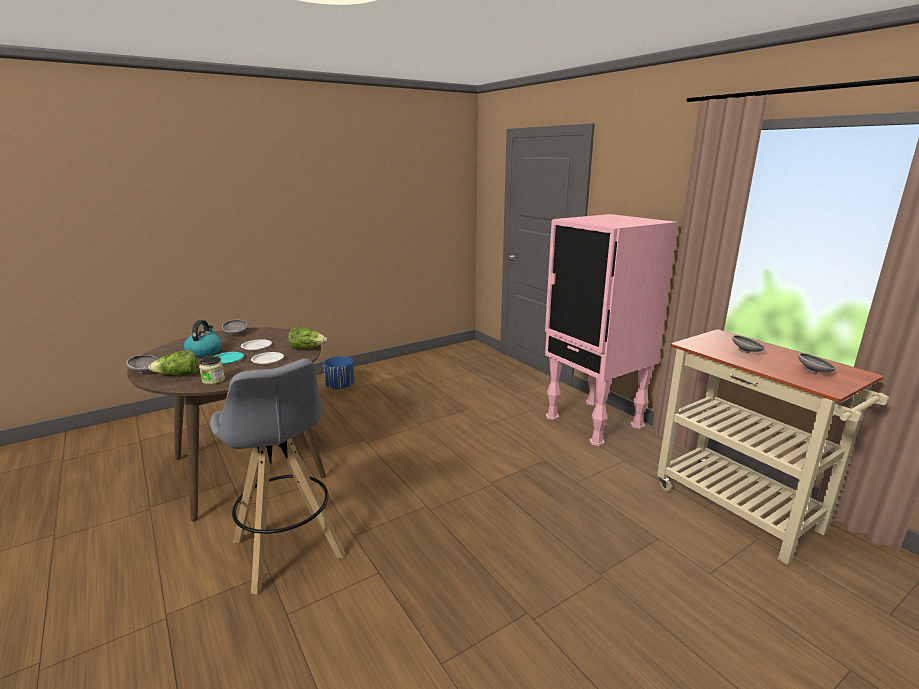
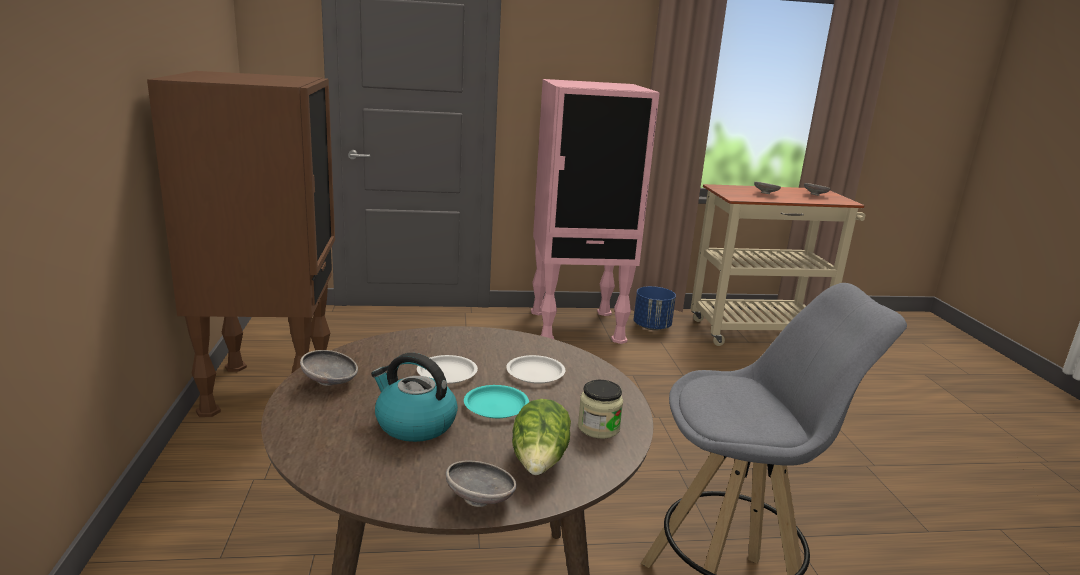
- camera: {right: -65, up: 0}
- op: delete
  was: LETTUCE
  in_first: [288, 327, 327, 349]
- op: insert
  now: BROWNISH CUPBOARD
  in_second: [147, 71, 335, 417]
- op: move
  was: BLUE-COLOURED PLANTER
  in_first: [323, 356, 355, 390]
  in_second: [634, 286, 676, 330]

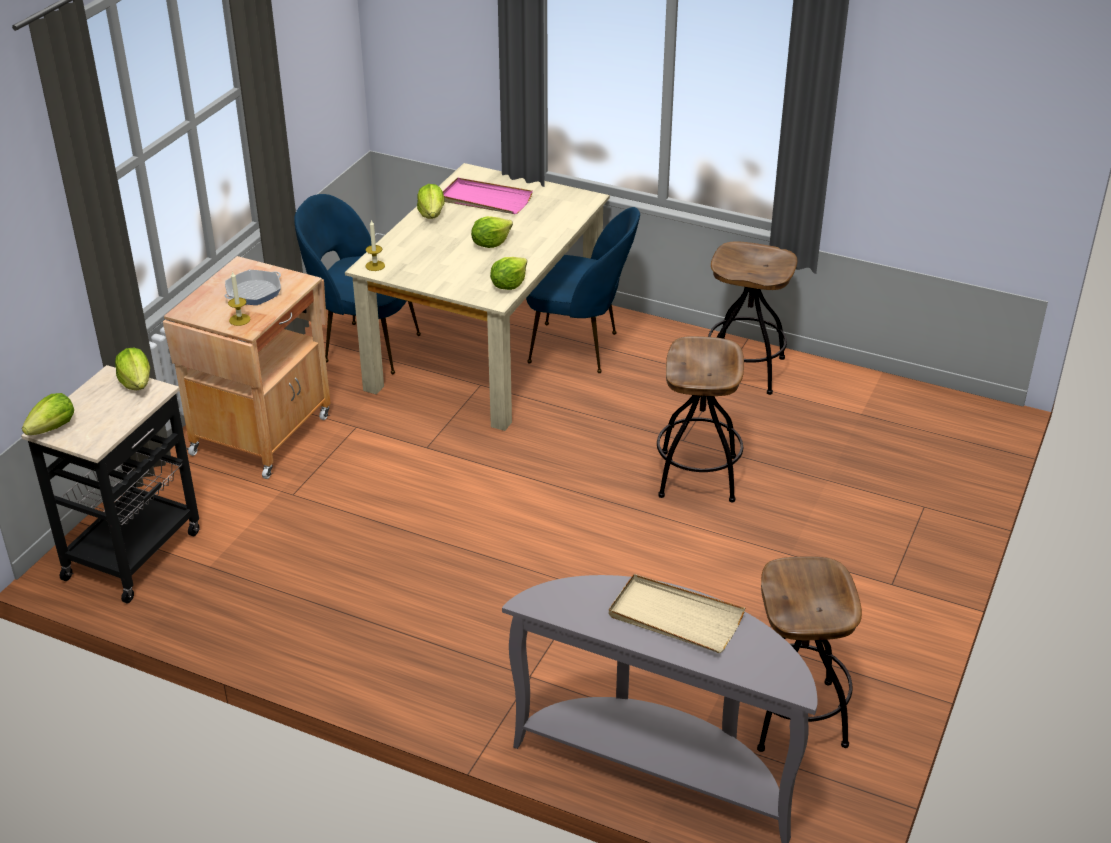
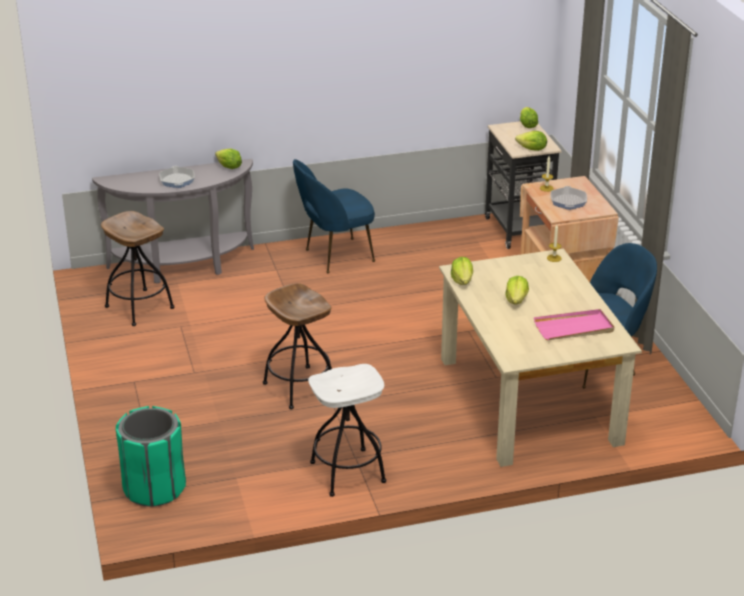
- camera: {right: 140, up: -5}
- op: insert
  now: GREEN RUBBISH BIN
  in_second: [115, 406, 186, 507]
- op: move
  was: LETTUCE
  in_first: [417, 184, 445, 219]
  in_second: [215, 149, 242, 169]
- op: move
  was: BLUE-COLOURED UPRIGHT CHAIR
  in_first: [526, 207, 640, 373]
  in_second: [293, 159, 375, 273]
- op: replace
  was: BEIGE SERVING TRAY
  now: PAN
  in_first: [609, 574, 745, 653]
  in_second: [159, 166, 195, 188]
- op: recolor
  was: BROWNISH STOOL SEAT
  now: WHITE STOOL SEAT
  in_first: [708, 242, 797, 395]
  in_second: [308, 364, 386, 497]

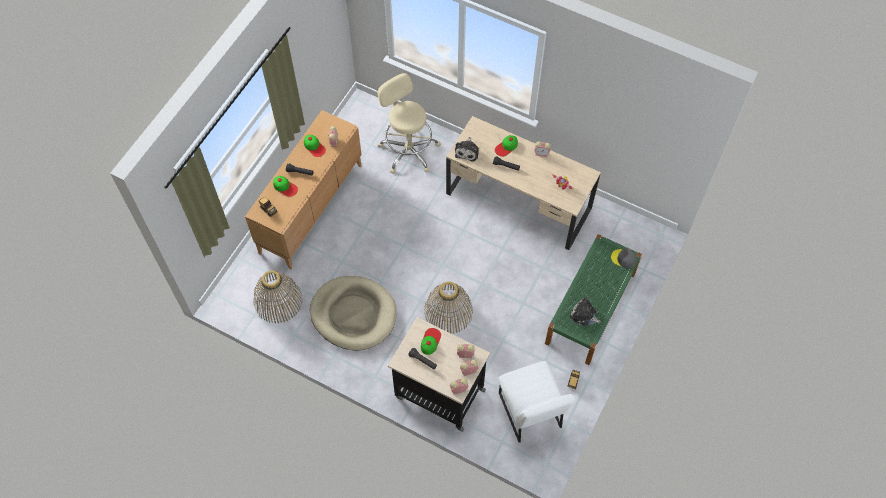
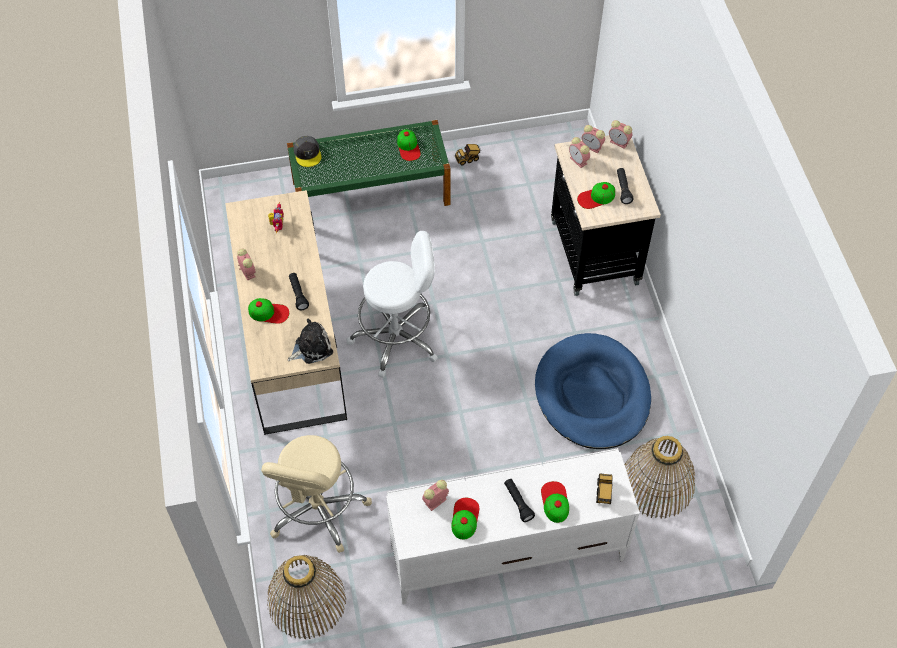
- camera: {right: -130, up: -5}
- op: delete
  was: WHITE UPRIGHT CHAIR
  in_first: [498, 361, 576, 442]
- op: insert
  now: WHITE STOOL SEAT
  in_second: [346, 231, 438, 378]
- op: move
  was: HOUSEHOLD BASKET
  in_first: [424, 282, 473, 334]
  in_second: [267, 555, 346, 639]
- op: replace
  was: PLUSH TOY
  now: PEAKED CAP
  in_first: [570, 296, 602, 326]
  in_second: [397, 129, 421, 161]
- op: recolor
  was: BROWNISH CHEST OF DRAWERS
  now: WHITE CHEST OF DRAWERS
  in_first: [245, 110, 362, 270]
  in_second: [386, 448, 640, 605]
- op: recolor
  was: BEIGE DOG CUSHION
  now: BLUE-COLOURED DOG CUSHION
  in_first: [310, 276, 397, 350]
  in_second: [535, 333, 651, 449]

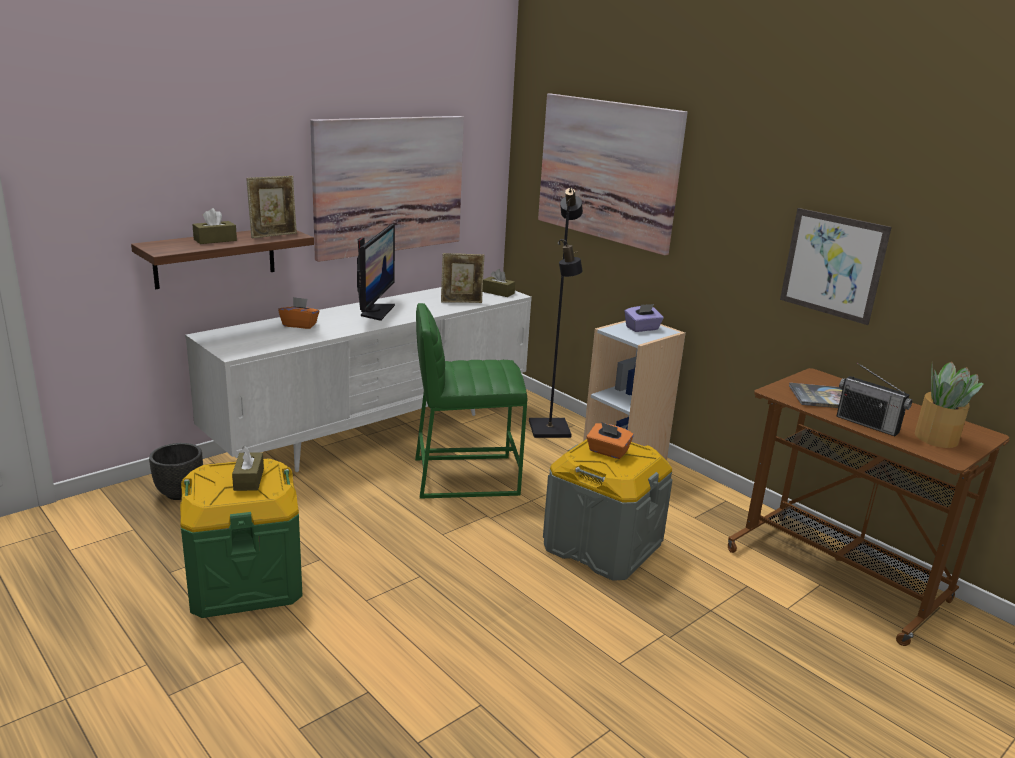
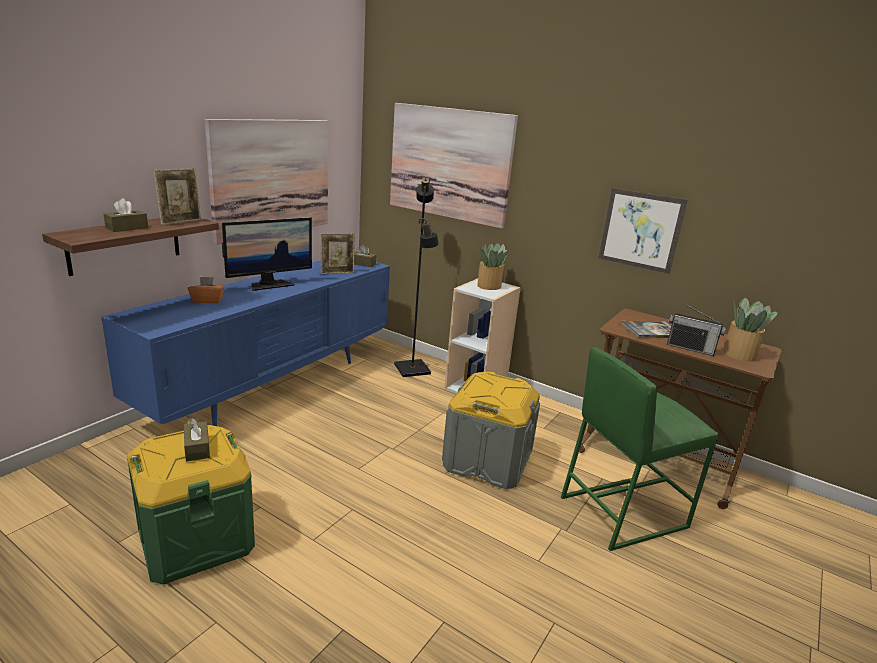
- camera: {right: -15, up: 0}
- op: delete
  was: BLACK PLANTER
  in_first: [149, 443, 203, 500]
- op: delete
  was: ORANGEY TISSUE BOX
  in_first: [587, 423, 634, 459]
- op: move
  was: GREEN STOOL SEAT
  in_first: [415, 303, 527, 498]
  in_second: [561, 347, 718, 551]
- op: replace
  was: PURPLE-COLOURED TISSUE BOX
  now: POTTED PLANT
  in_first: [625, 304, 664, 332]
  in_second: [477, 243, 508, 290]
- op: recolor
  was: WHITE CUPBOARD
  now: BLUE-COLOURED CUPBOARD
  in_first: [185, 287, 532, 472]
  in_second: [101, 260, 390, 426]
- op: rotate
  was: COMPUTER SCREEN
  in_first: [357, 224, 395, 321]
  in_second: [222, 217, 312, 291]
  clockwise: 60

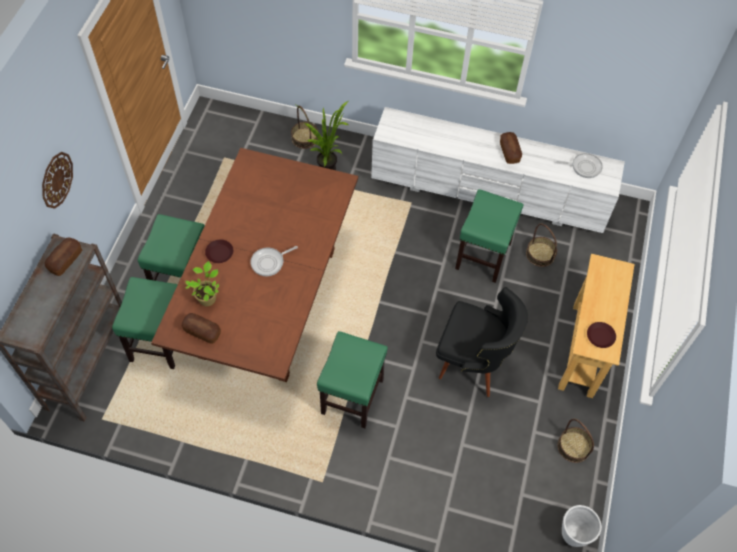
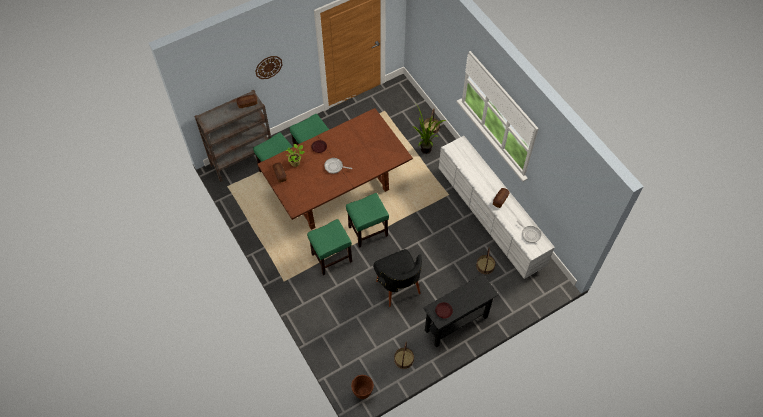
- camera: {right: 45, up: 0}
- op: move
  was: GREEN STOOL SEAT
  in_first: [455, 189, 524, 283]
  in_second: [346, 193, 389, 248]
- op: recolor
  was: BEIGE NARROW TABLE
  now: BLACK NARROW TABLE
  in_first: [558, 253, 635, 398]
  in_second: [423, 274, 498, 347]
- op: recolor
  was: WHITE PLANTER
  now: BROWNISH PLANTER
  in_first: [562, 505, 602, 547]
  in_second: [351, 375, 374, 399]

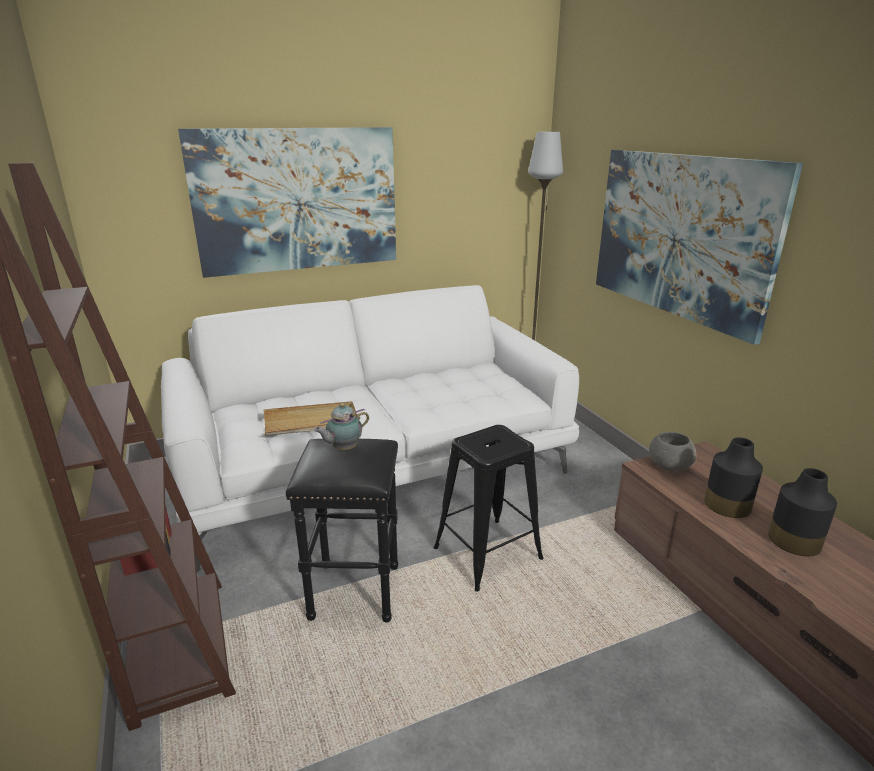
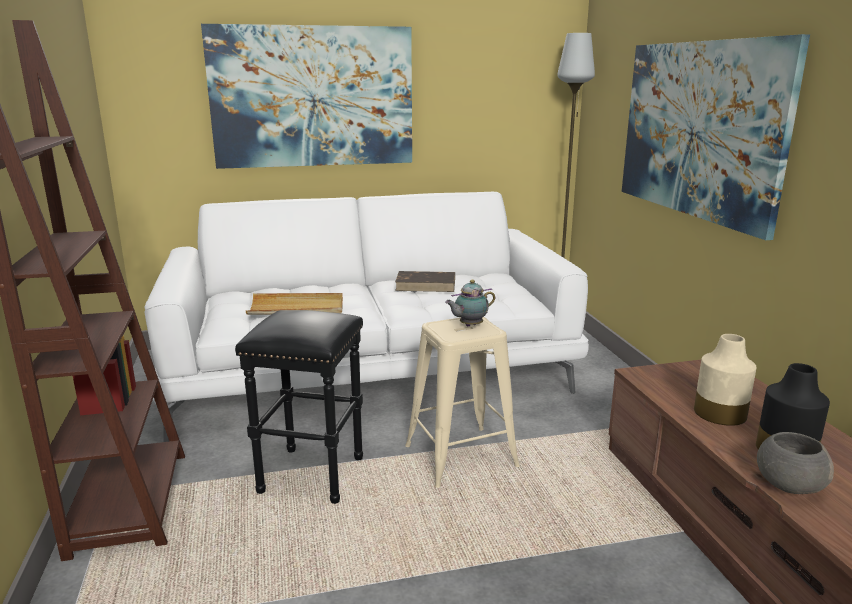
- camera: {right: 10, up: -5}
- op: insert
  now: BROWNISH BOOK
  in_second: [395, 271, 455, 292]
- op: move
  was: POT FOR TEA
  in_first: [314, 403, 369, 450]
  in_second: [445, 280, 495, 326]
- op: move
  was: GREYISH BOWL
  in_first: [649, 432, 697, 471]
  in_second: [757, 432, 834, 494]
- op: recolor
  was: BLACK STOOL SEAT
  now: BEIGE STOOL SEAT
  in_first: [434, 425, 544, 592]
  in_second: [405, 317, 520, 488]
- op: recolor
  was: BLACK FLOWER VASE
  now: BEIGE FLOWER VASE
  in_first: [704, 437, 763, 518]
  in_second: [694, 334, 757, 426]

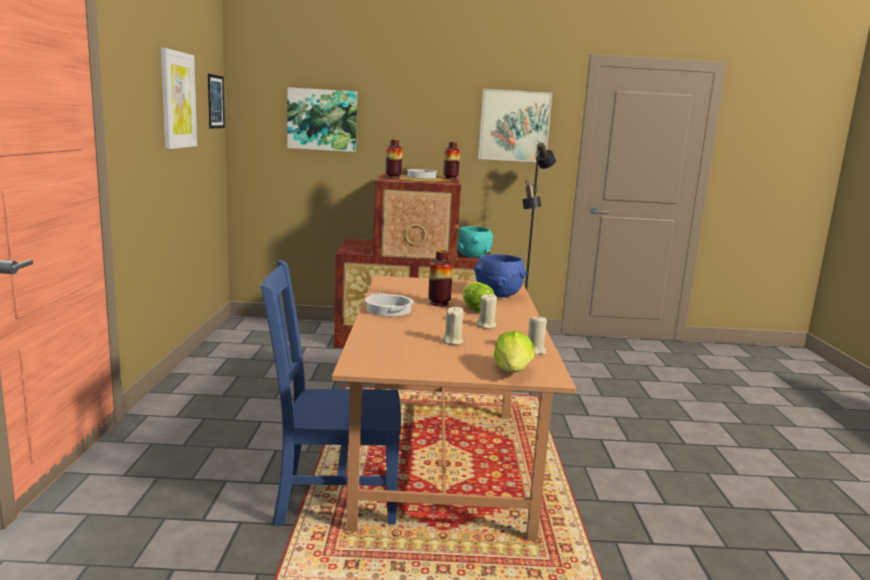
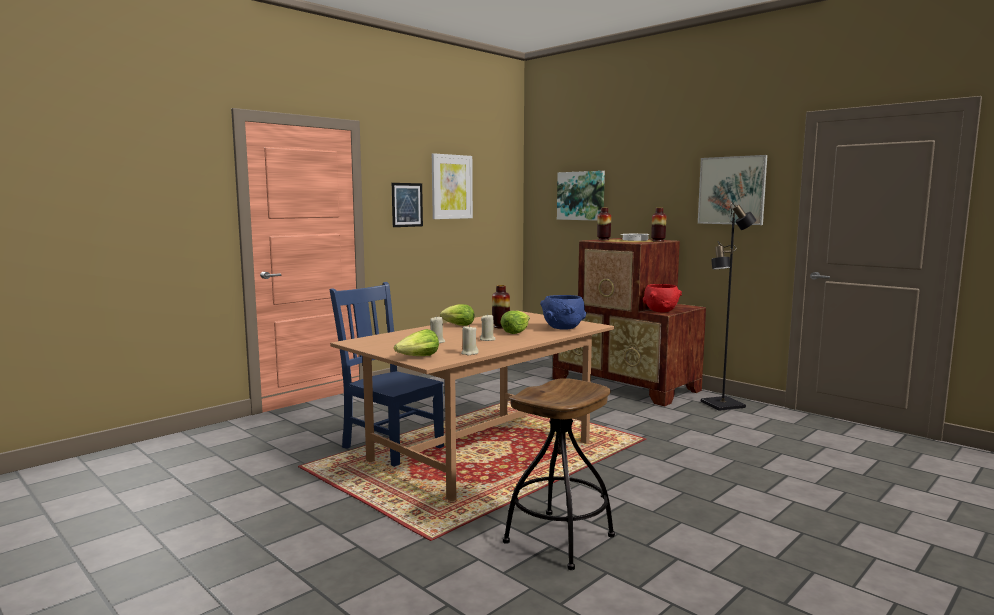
- camera: {right: 45, up: -5}
- op: insert
  now: BROWNISH STOOL SEAT
  in_second: [503, 378, 615, 570]
- op: move
  was: WALL ART
  in_first: [208, 74, 225, 128]
  in_second: [392, 183, 423, 227]
- op: replace
  was: STOCKPOT
  now: LETTUCE
  in_first: [365, 293, 413, 316]
  in_second: [440, 304, 474, 326]
- op: recolor
  was: BLUE-GREEN BOWL
  now: RED BOWL
  in_first: [457, 226, 494, 258]
  in_second: [643, 284, 682, 313]

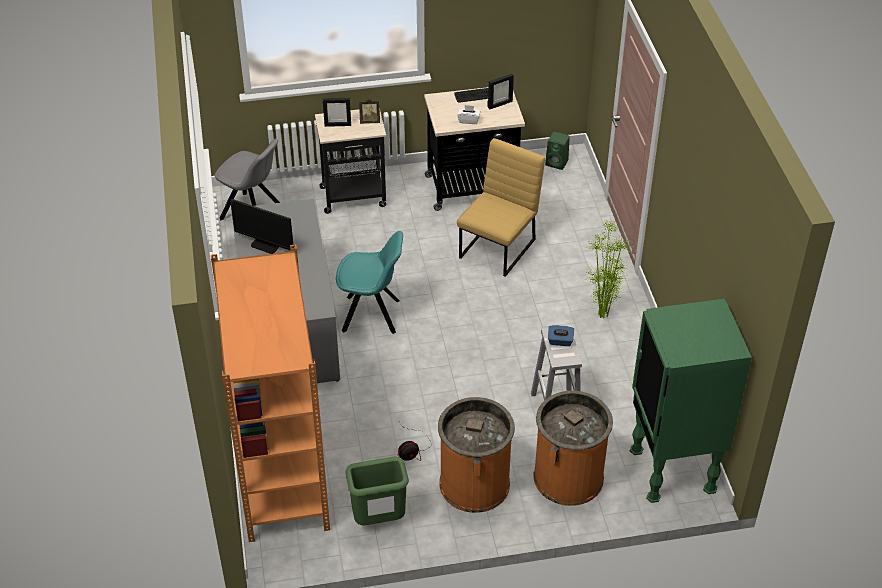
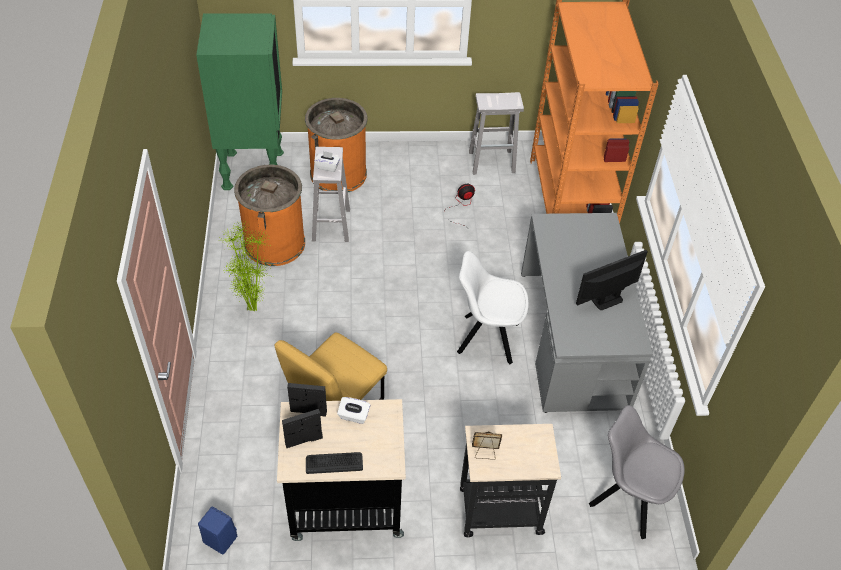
- camera: {right: -175, up: 5}
- op: move
  was: STANDING FRAME
  in_first: [323, 98, 351, 127]
  in_second: [287, 383, 327, 417]
- op: move
  was: ORANGEY RUBBISH BIN
  in_first: [438, 397, 515, 513]
  in_second: [234, 165, 305, 266]
- op: replace
  was: GREEN RUBBISH BIN
  now: WHITE STOOL SEAT
  in_first: [345, 456, 409, 526]
  in_second: [469, 92, 524, 175]
- op: recolor
  was: BLUE-GREEN UPRIGHT CHAIR
  now: WHITE UPRIGHT CHAIR
  in_first: [336, 231, 403, 334]
  in_second: [457, 251, 529, 364]
- op: recolor
  was: GREEN LOUDSPEAKER
  now: BLUE-COLOURED LOUDSPEAKER
  in_first: [545, 132, 570, 170]
  in_second: [198, 507, 237, 554]
- op: recolor
  was: BLUE-COLOURED TISSUE BOX
  now: WHITE TISSUE BOX
  in_first: [548, 325, 574, 346]
  in_second: [314, 151, 340, 172]
- op: rotate
  was: COMPUTER SCREEN
  in_first: [230, 199, 294, 254]
  in_second: [576, 250, 648, 310]
  clockwise: -60

